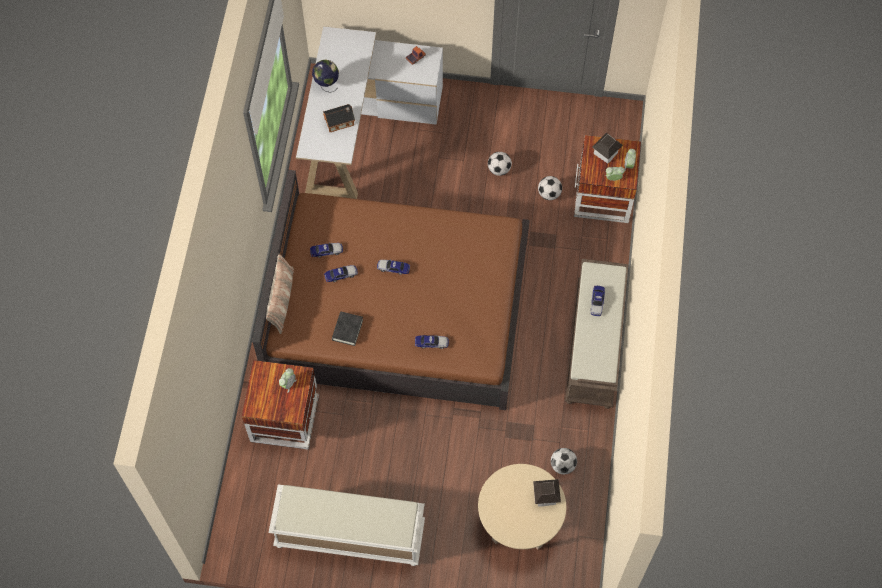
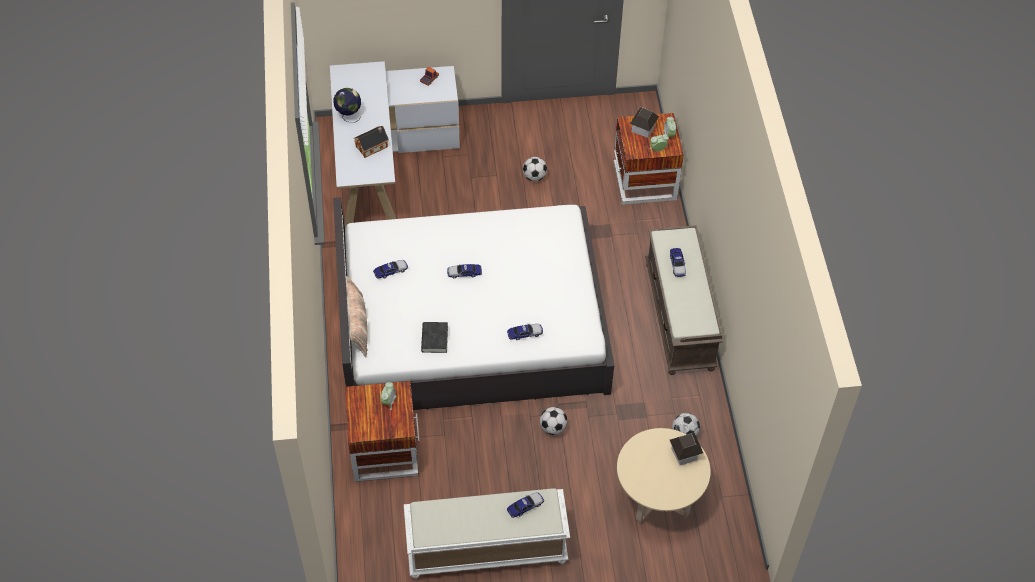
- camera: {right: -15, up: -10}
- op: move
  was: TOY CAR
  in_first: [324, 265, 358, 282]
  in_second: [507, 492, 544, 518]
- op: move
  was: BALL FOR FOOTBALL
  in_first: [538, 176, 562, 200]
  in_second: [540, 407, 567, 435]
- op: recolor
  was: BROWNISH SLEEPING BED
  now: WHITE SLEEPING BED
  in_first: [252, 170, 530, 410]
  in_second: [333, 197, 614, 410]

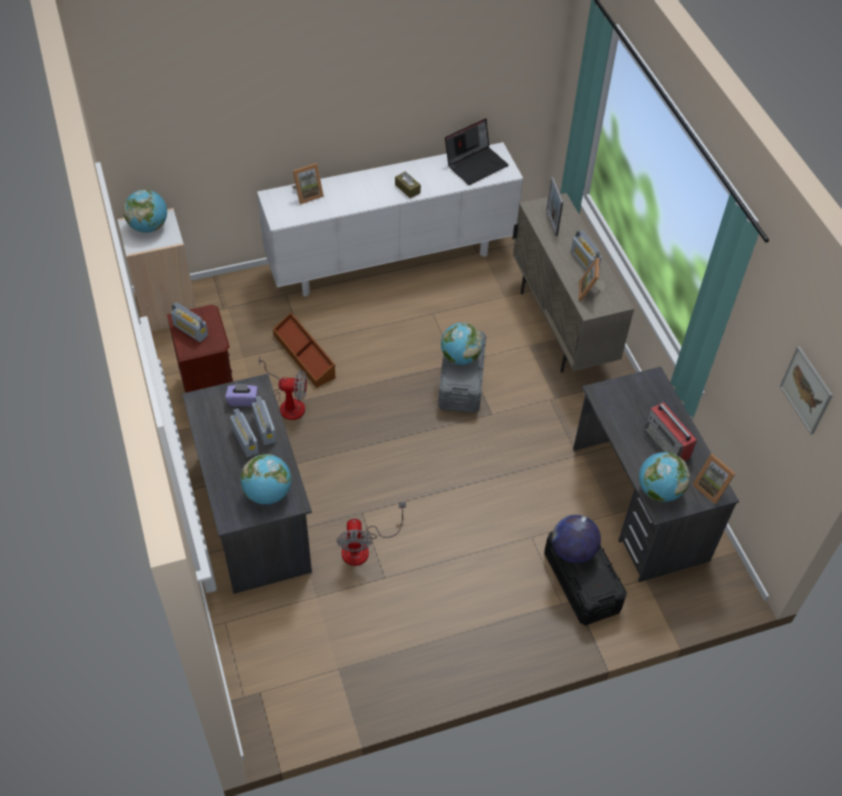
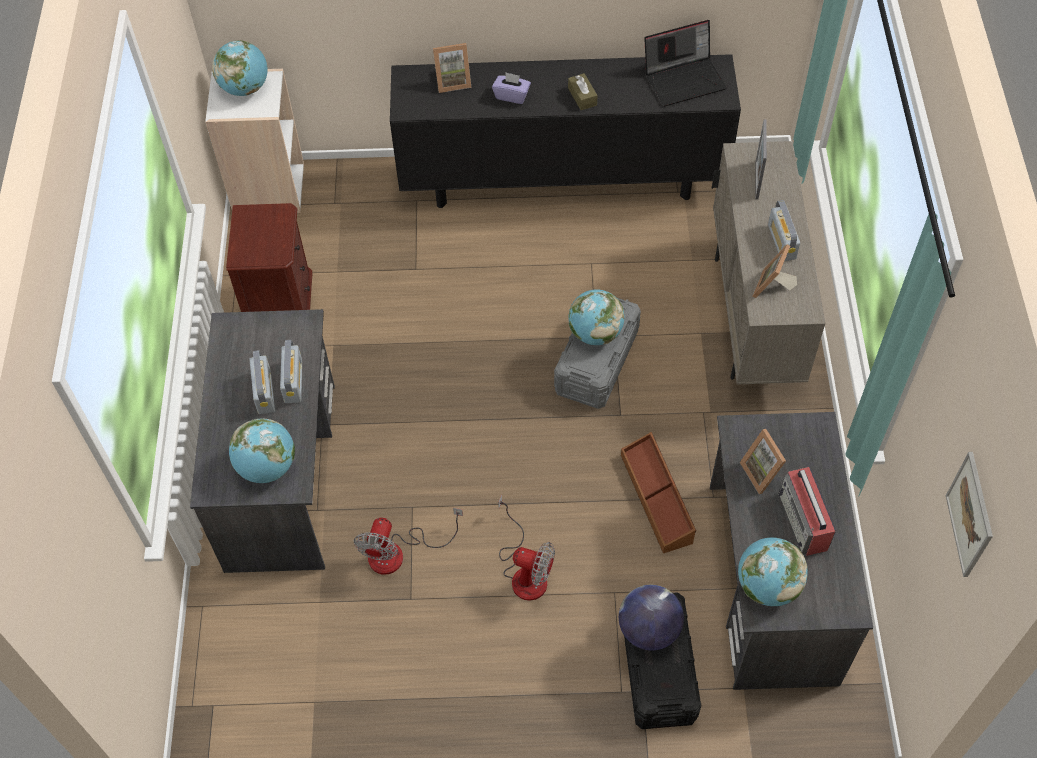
- camera: {right: 20, up: 5}
- op: delete
  was: RADIO SET
  in_first: [171, 302, 208, 342]
- op: move
  was: PURPLE-COLOURED TISSUE BOX
  in_first: [225, 383, 258, 407]
  in_second: [492, 72, 531, 104]
- op: move
  was: ELECTRIC FAN
  in_first: [259, 355, 307, 420]
  in_second: [498, 495, 555, 601]
- op: move
  was: BROWNISH STORAGE BIN
  in_first: [273, 313, 335, 388]
  in_second: [621, 432, 696, 553]
- op: move
  was: STANDING FRAME
  in_first: [692, 454, 736, 504]
  in_second: [740, 429, 786, 494]
- op: recolor
  was: WHITE CUPBOARD
  now: BLACK CUPBOARD
  in_first: [257, 142, 523, 297]
  in_second: [390, 54, 741, 208]

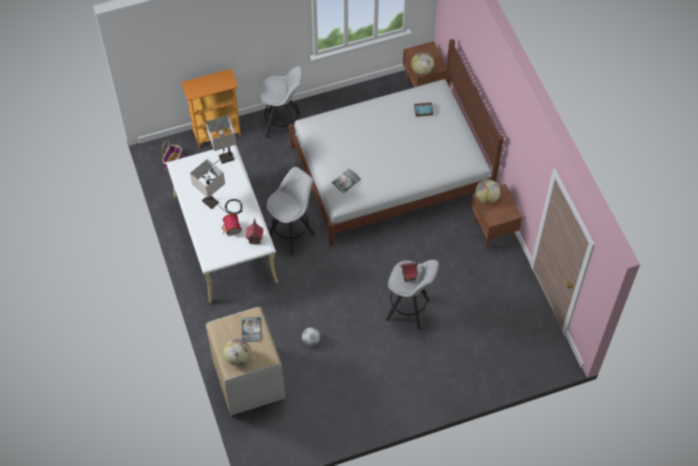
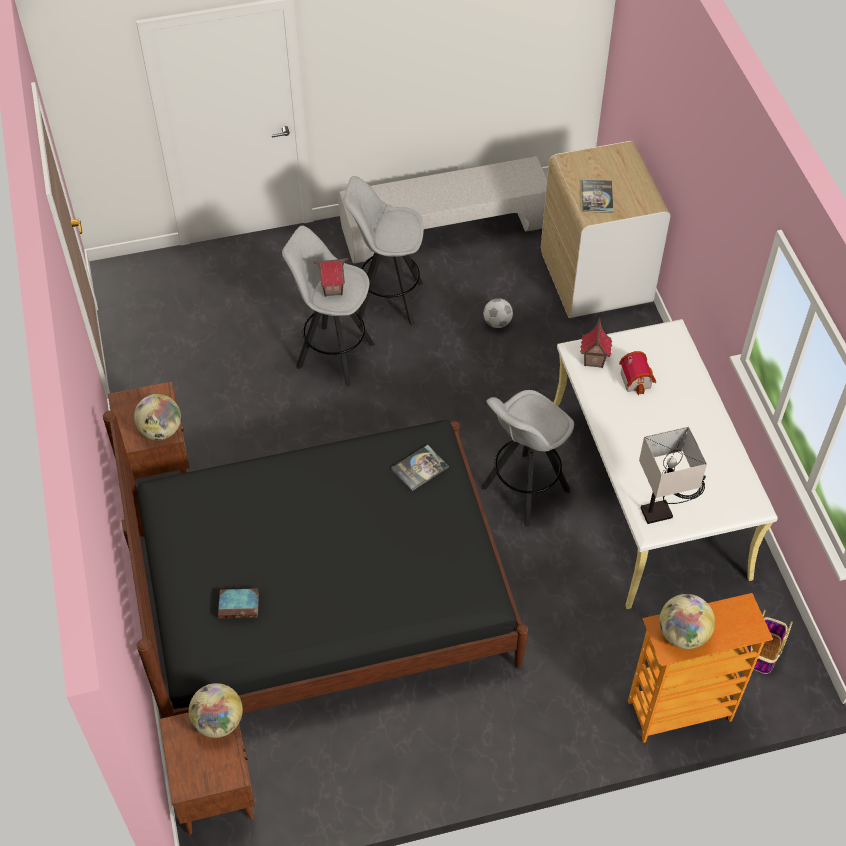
- camera: {right: -175, up: -5}
- op: delete
  was: TABLETOP LAMP
  in_first: [190, 159, 242, 215]
- op: insert
  now: GREYISH BENCH
  in_second: [338, 156, 547, 264]
- op: move
  was: DESK GLOBE
  in_first: [223, 338, 251, 366]
  in_second: [659, 594, 715, 649]
- op: move
  was: GREYISH STOOL SEAT
  in_first: [261, 66, 303, 139]
  in_second: [344, 176, 424, 326]
- op: recolor
  was: WHITE SLEEPING BED
  now: BLACK SLEEPING BED
  in_first: [289, 39, 504, 246]
  in_second: [103, 411, 528, 718]

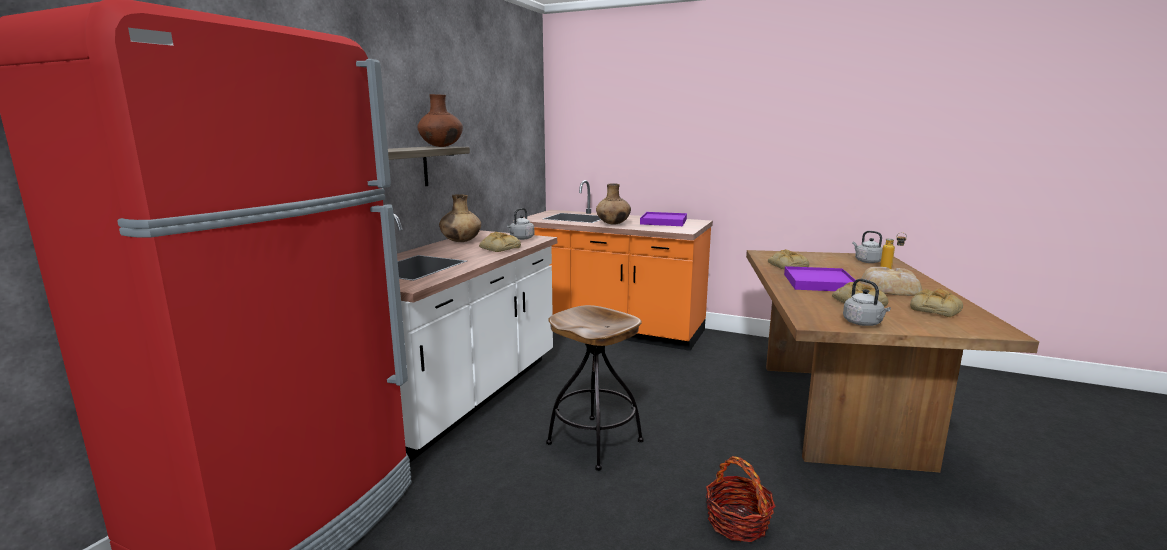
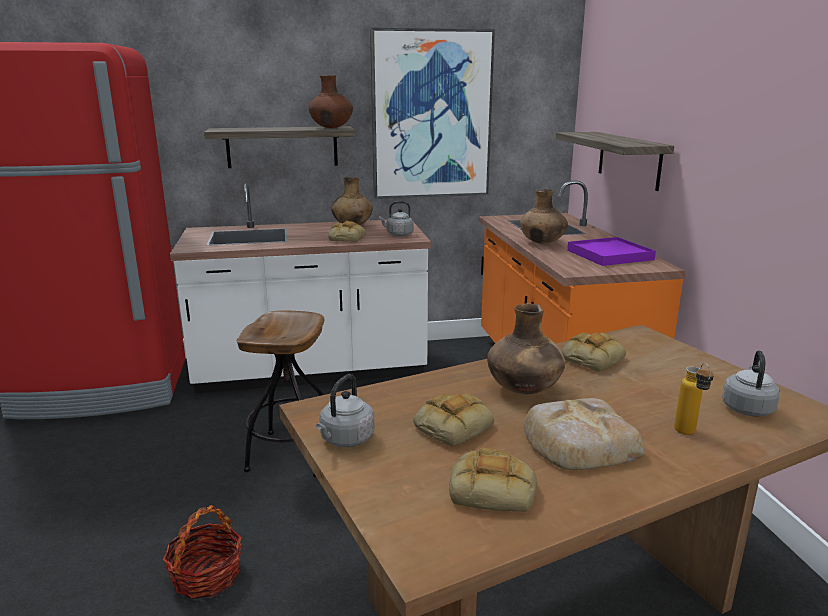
- camera: {right: 55, up: 5}
- op: insert
  now: WALL ART
  in_second: [370, 28, 495, 199]
- op: insert
  now: SHELF
  in_second: [556, 132, 674, 191]
- op: replace
  was: PURPLE-COLOURED SERVING TRAY
  now: BROWNISH FLOWER VASE
  in_first: [784, 266, 855, 291]
  in_second: [487, 304, 565, 395]

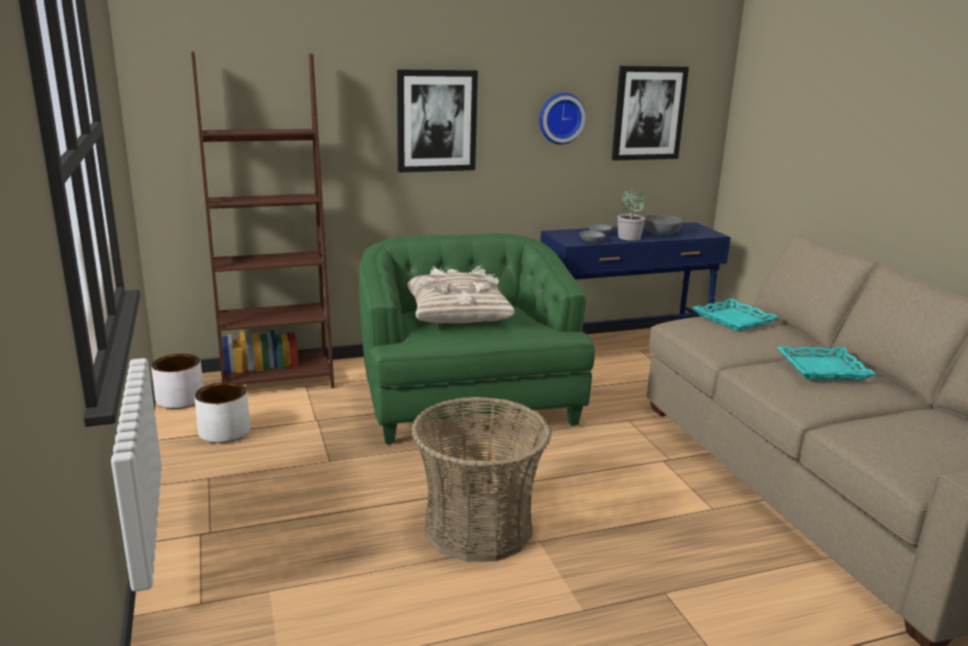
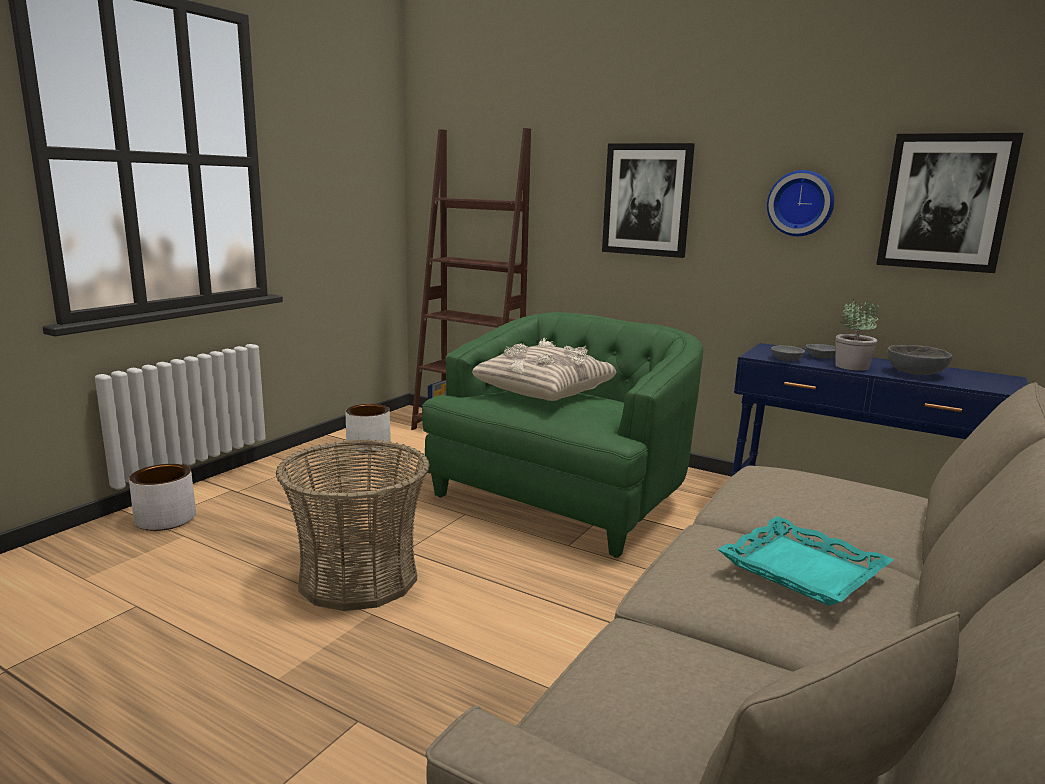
- camera: {right: 50, up: -5}
- op: delete
  was: BLUE-GREEN SERVING TRAY
  in_first: [692, 299, 779, 331]
- op: move
  was: WHITE PLANTER
  in_first: [151, 354, 204, 409]
  in_second: [129, 464, 196, 531]

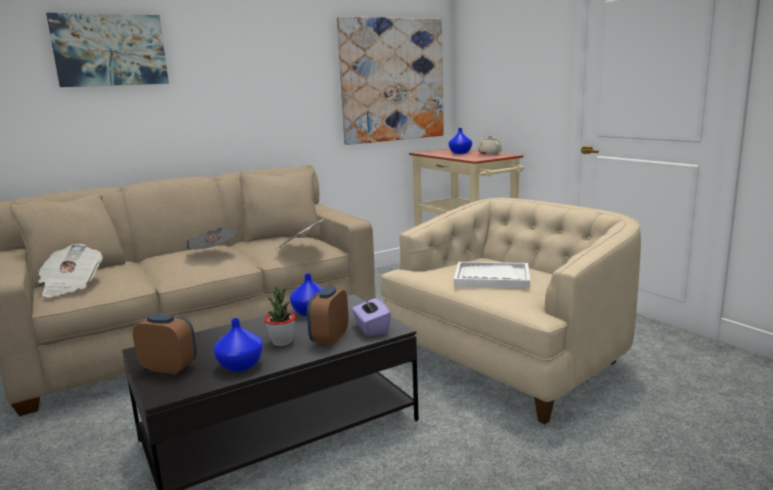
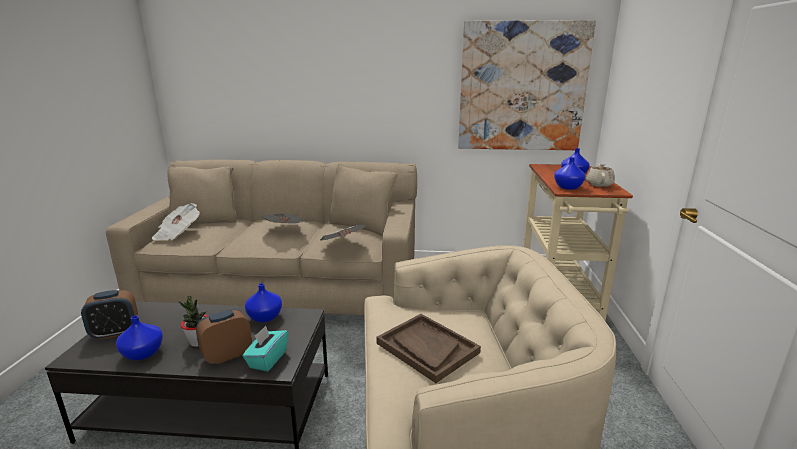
- camera: {right: 35, up: 5}
- op: delete
  was: WALL ART
  in_first: [46, 13, 169, 87]
- op: insert
  now: BLUE-COLOURED FLOWER VASE
  in_second: [554, 157, 586, 190]
- op: recolor
  was: PURPLE-COLOURED TISSUE BOX
  now: BLUE-GREEN TISSUE BOX
  in_first: [352, 296, 391, 337]
  in_second: [242, 326, 288, 372]
- op: recolor
  was: WHITE SERVING TRAY
  now: BROWNISH SERVING TRAY
  in_first: [454, 262, 530, 288]
  in_second: [376, 314, 481, 383]
- op: rotate
  was: BEDSIDE CLOCK
  in_first: [133, 314, 197, 375]
  in_second: [81, 290, 138, 340]
  clockwise: 105

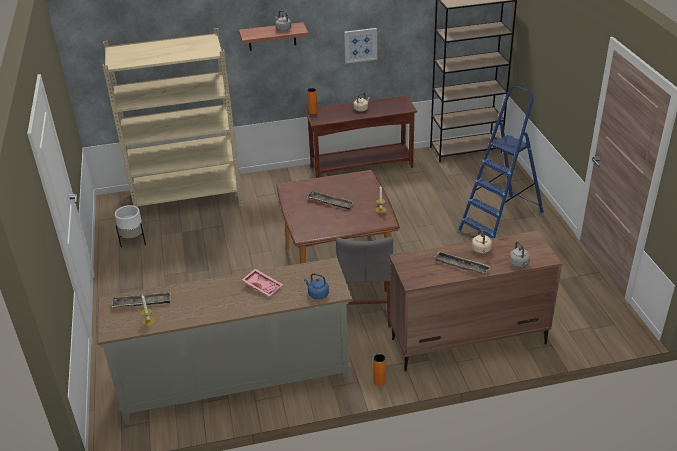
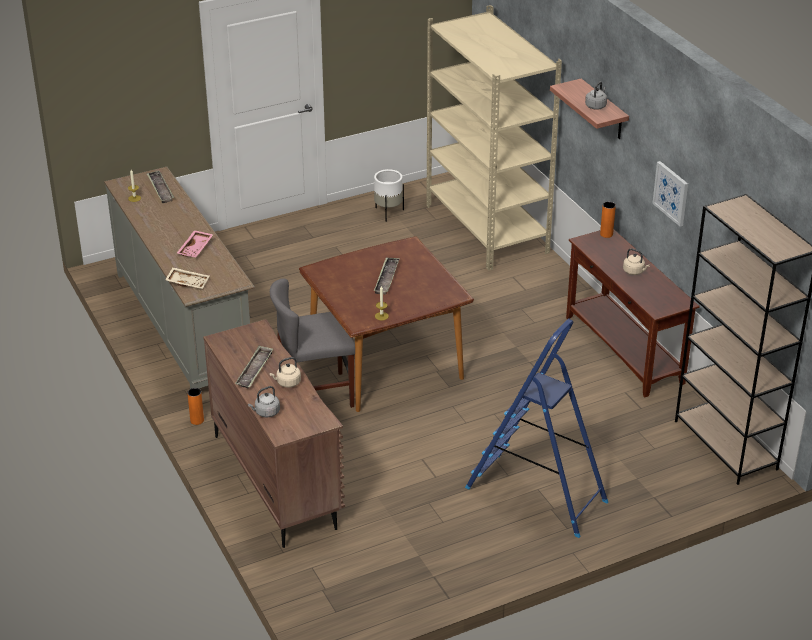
- camera: {right: 75, up: 0}
- op: replace
  was: BLUE-COLOURED KETTLE
  now: BEIGE SERVING TRAY
  in_first: [304, 273, 329, 299]
  in_second: [165, 267, 209, 289]

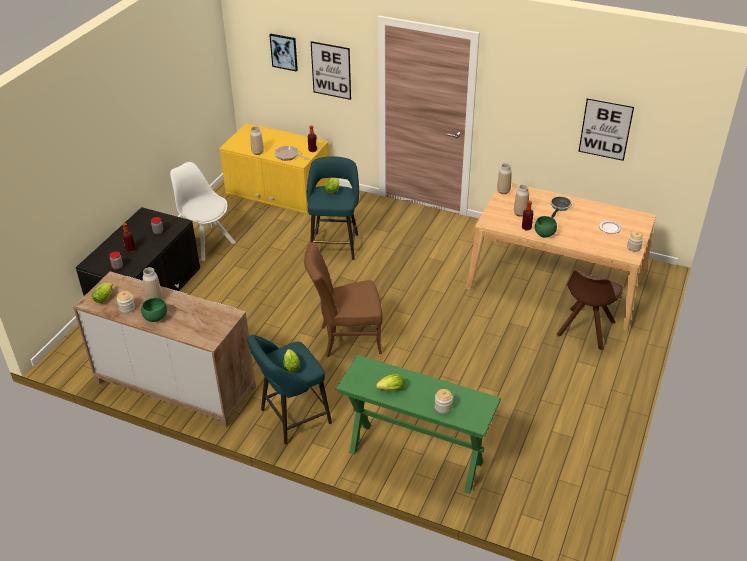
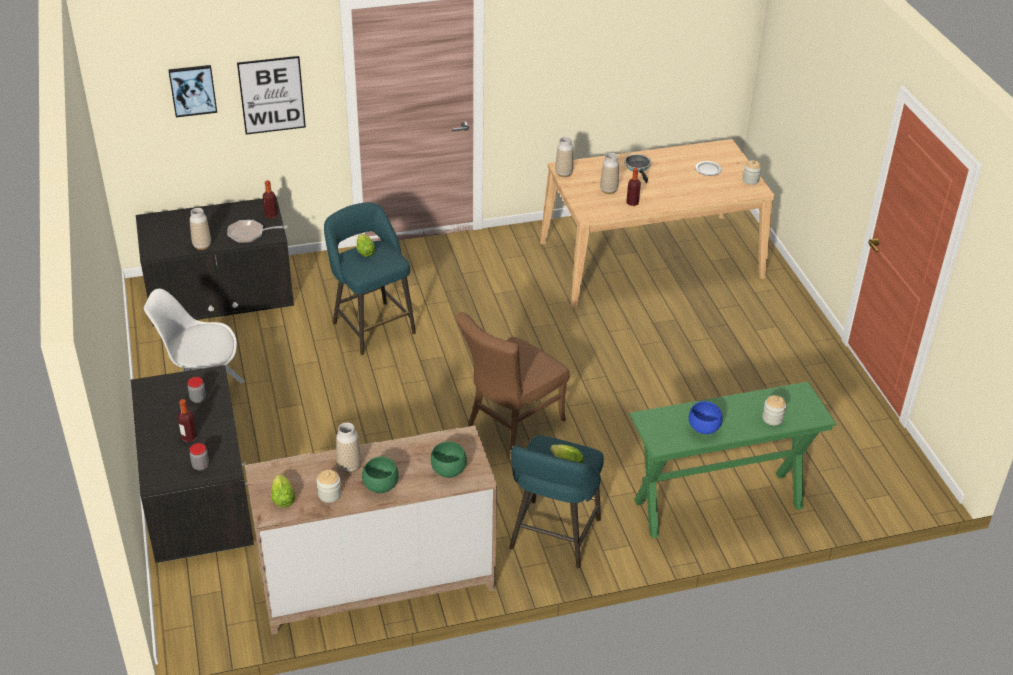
- camera: {right: -40, up: 0}
- op: delete
  was: BROWNISH UPRIGHT CHAIR
  in_first: [557, 270, 623, 350]
- op: delete
  was: WALL ART
  in_first: [579, 98, 634, 161]
- op: move
  was: GREEN BOWL
  in_first: [535, 216, 557, 238]
  in_second: [431, 441, 467, 478]
- op: replace
  was: LETTUCE
  now: BLUE-COLOURED BOWL
  in_first: [376, 374, 404, 390]
  in_second: [689, 401, 723, 434]
- op: recolor
  was: YELLOW-COLOURED CUPBOARD
  now: BLACK CUPBOARD
  in_first: [219, 123, 330, 214]
  in_second: [136, 197, 294, 326]

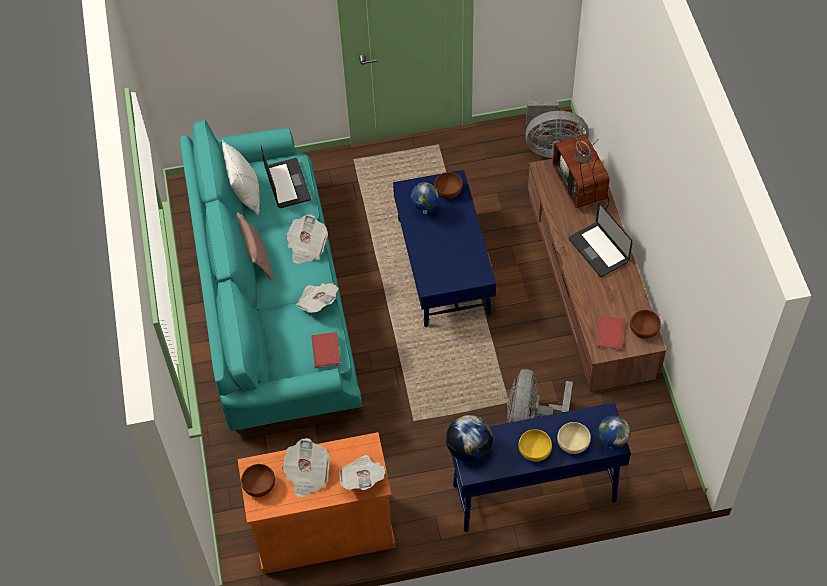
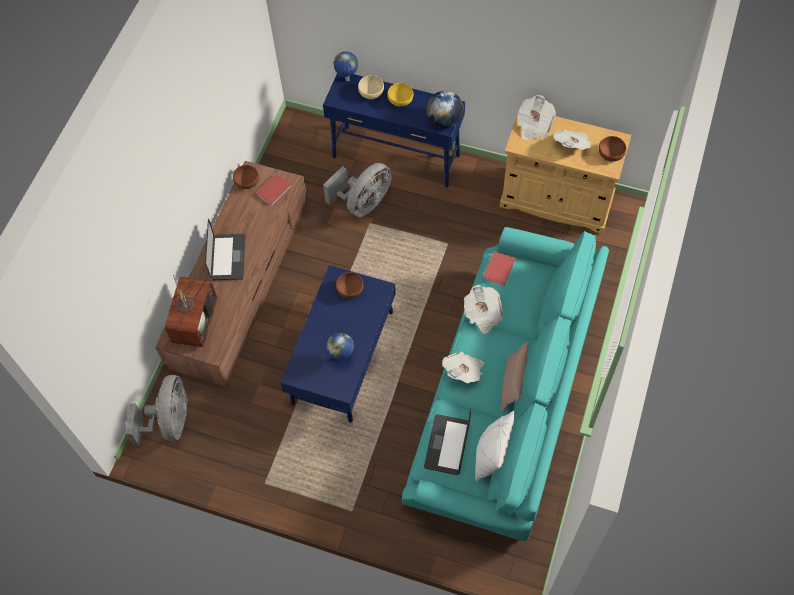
- camera: {right: -150, up: 5}
- op: move
  was: BROWNISH BOWL
  in_first: [434, 172, 463, 199]
  in_second: [336, 272, 364, 299]
- op: recolor
  was: ORANGEY CUPBOARD
  now: BEIGE CUPBOARD
  in_first: [237, 432, 396, 574]
  in_second: [500, 108, 631, 234]
- op: rotate
  was: GREYISH ELECTRIC FAN
  in_first: [525, 101, 589, 158]
  in_second: [125, 375, 187, 446]
  clockwise: 60

